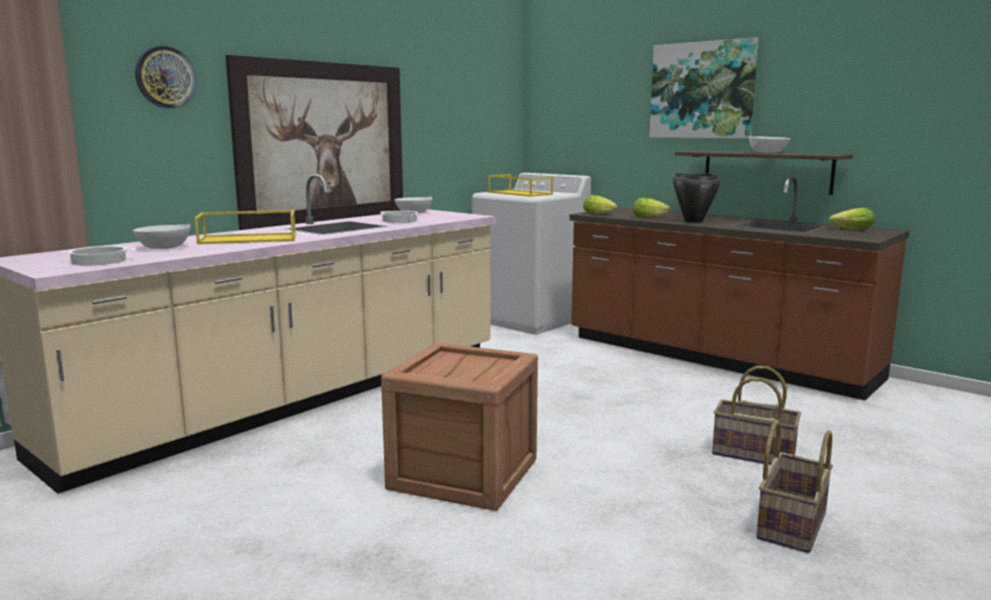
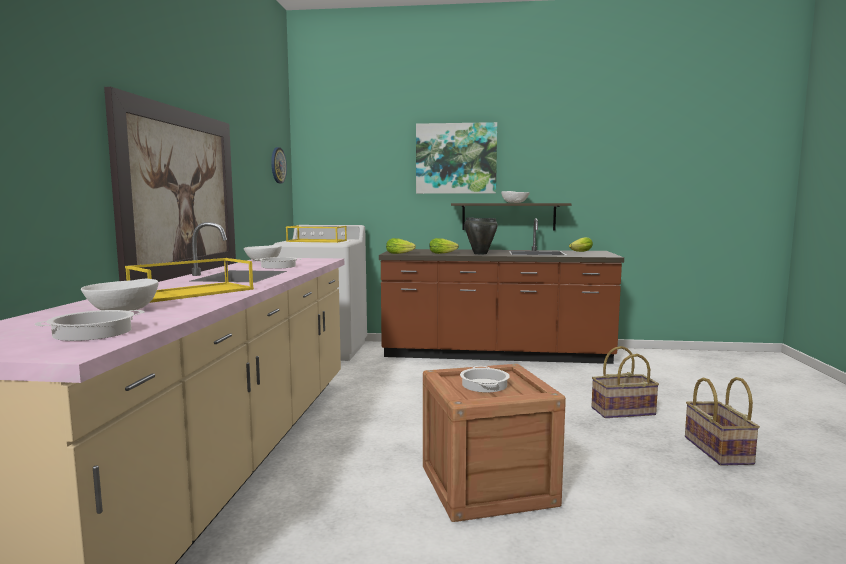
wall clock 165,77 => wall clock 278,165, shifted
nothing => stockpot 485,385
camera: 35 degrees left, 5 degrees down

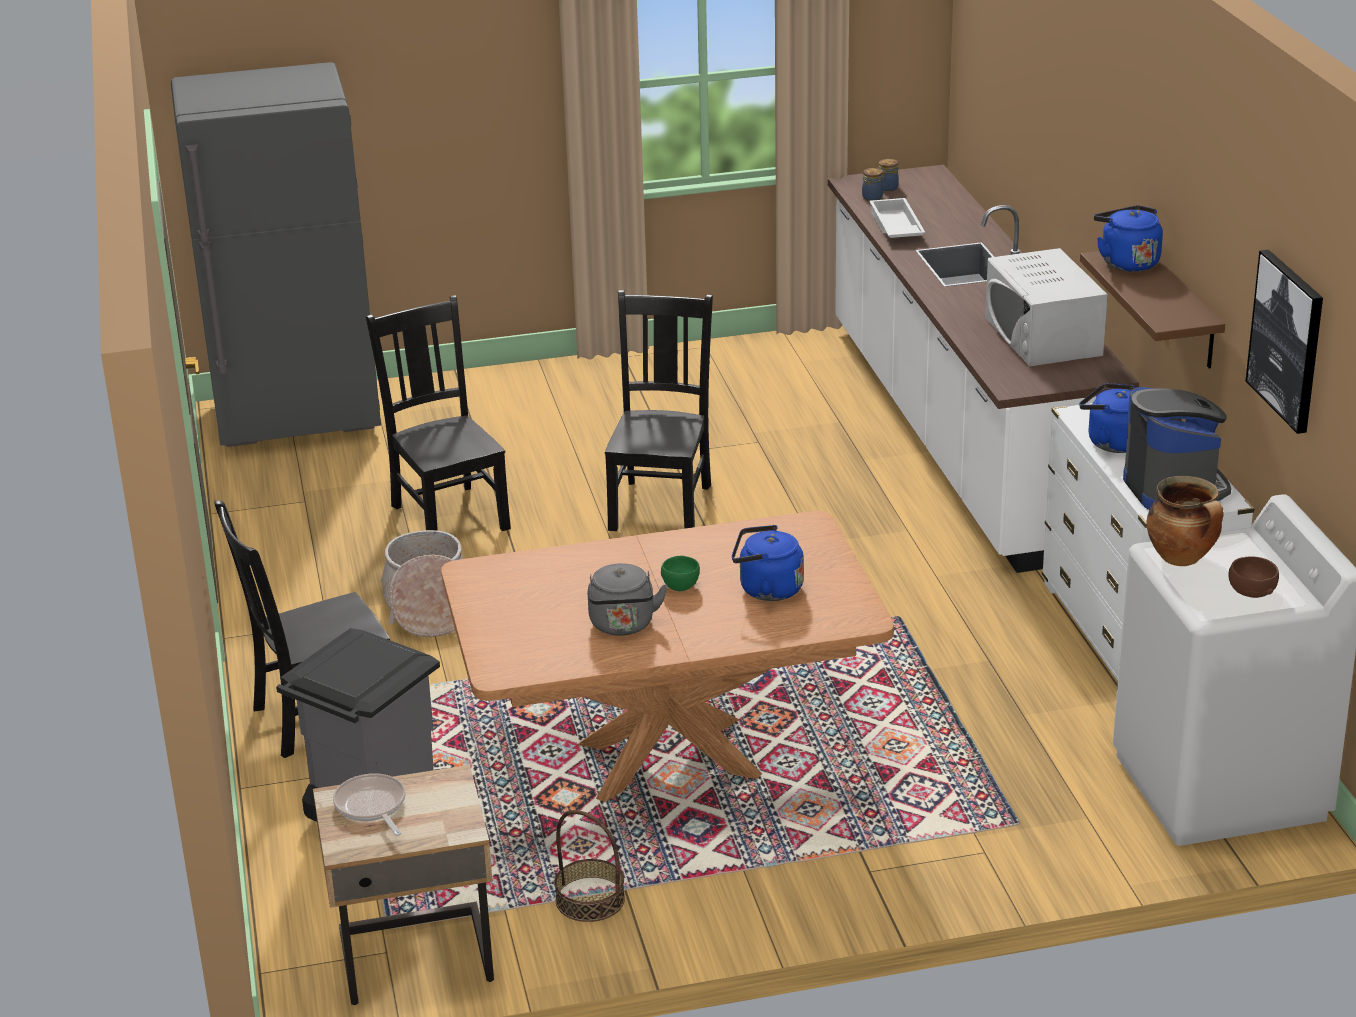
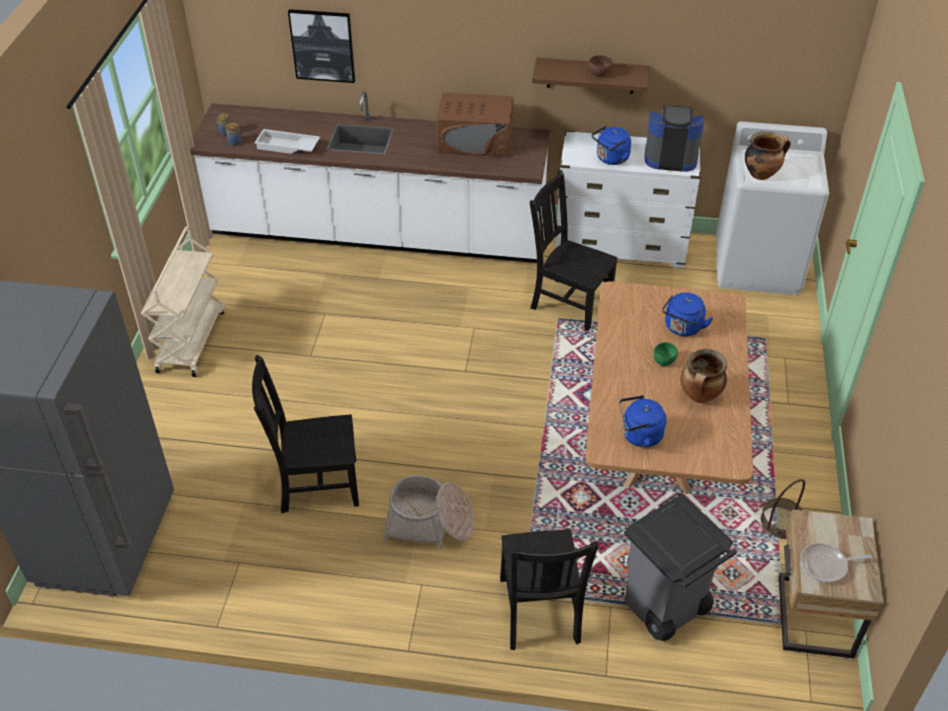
tea kettle (greyish) 623,626 => stockpot 700,396
chair (black-coloured) 661,505 => chair (black-coloured) 568,303, shifted
microwave (white-coloured) 1043,336 => microwave (brown-coloured) 475,141
tea kettle (blue-coloured) 1126,262 => tea kettle (blue-coloured) 639,436, shifted
serving bowl (brown-coloured) 1251,590 => serving bowl (brown-coloured) 599,73, shifted
wall art 1287,340 => wall art 322,45, shifted
nothing => wheeled cart (beige) 191,340
camera: 70 degrees left, 15 degrees up

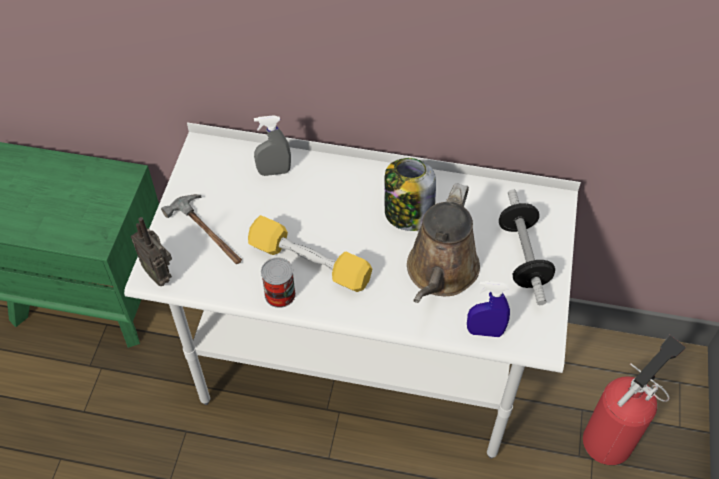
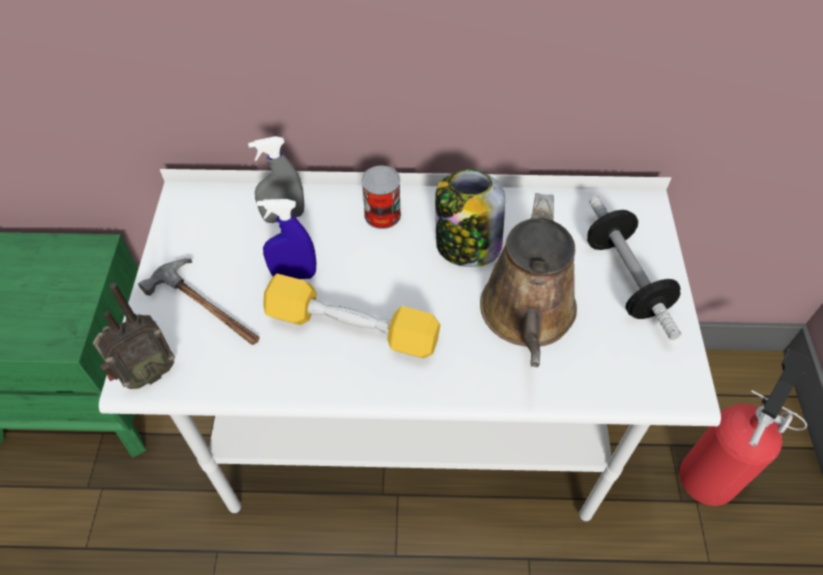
radio receiver 159,273 => radio receiver 146,374, 75 degrees counterclockwise
can 280,294 => can 382,215, shifted
spray bottle (blue-coloured) 485,332 => spray bottle (blue-coloured) 294,275, shifted
camera: 10 degrees left, 0 degrees up

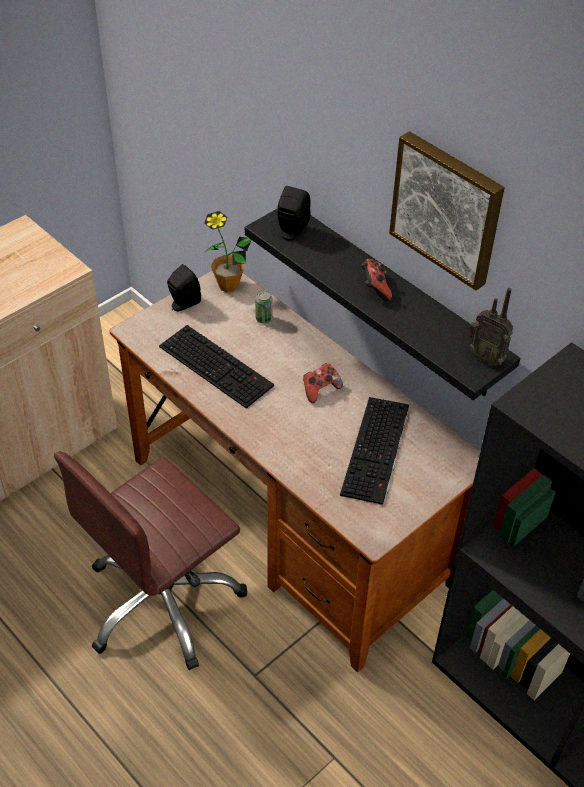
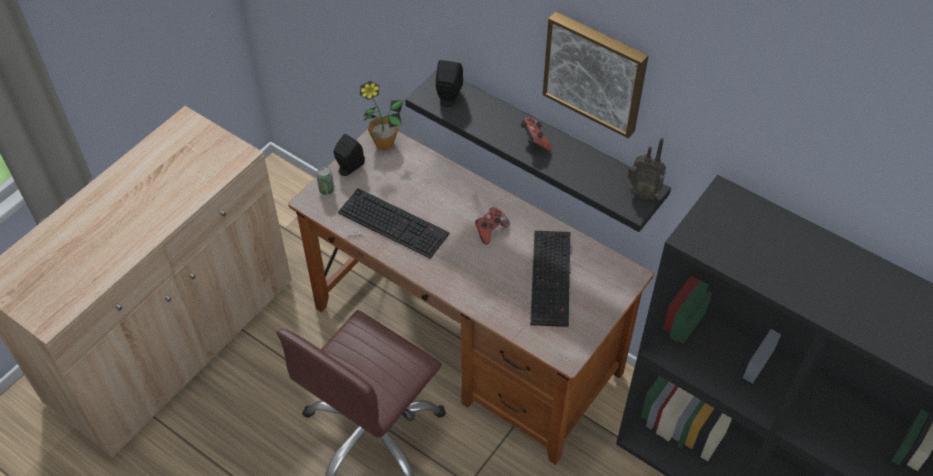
can 264,319 => can 326,190, shifted
camera: 10 degrees left, 5 degrees up

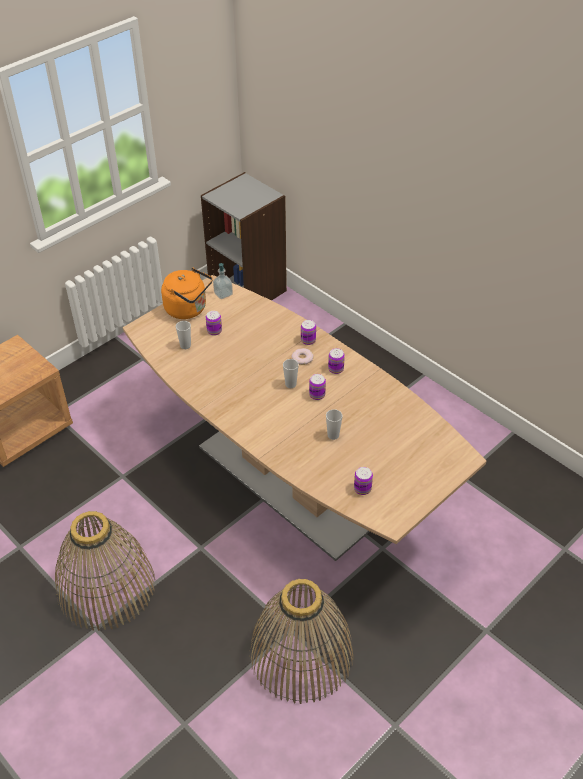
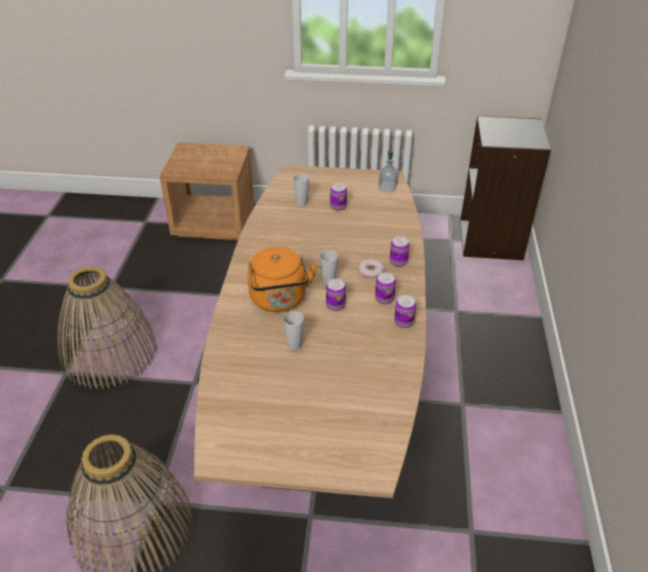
tea kettle (orangey) 188,309 => tea kettle (orangey) 279,300, shifted
can 362,488 => can 404,322, shifted
camera: 50 degrees right, 5 degrees down

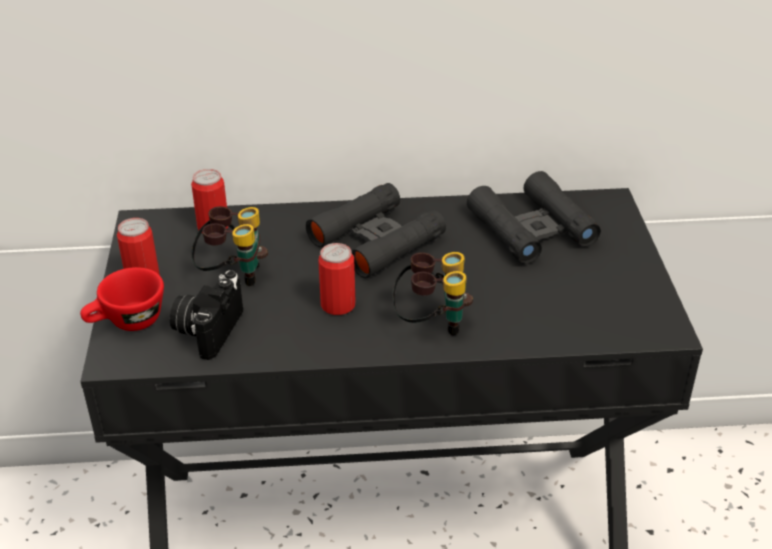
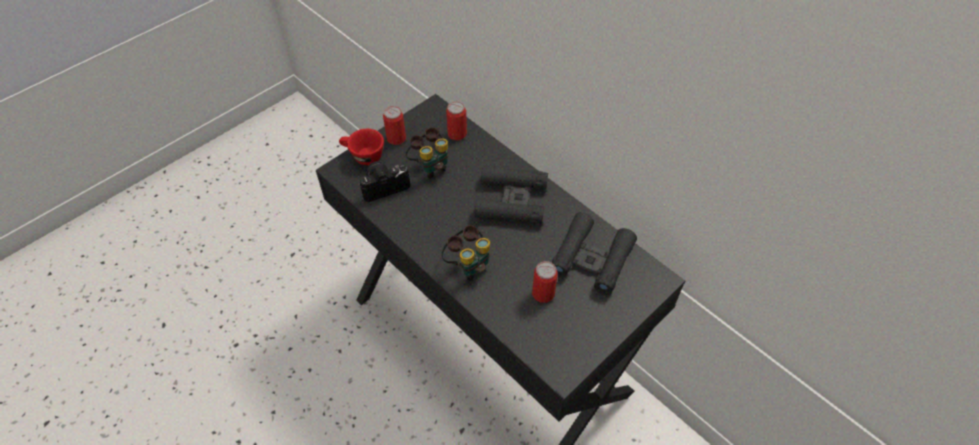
can 338,305 => can 543,293, shifted
camera: 50 degrees right, 15 degrees up

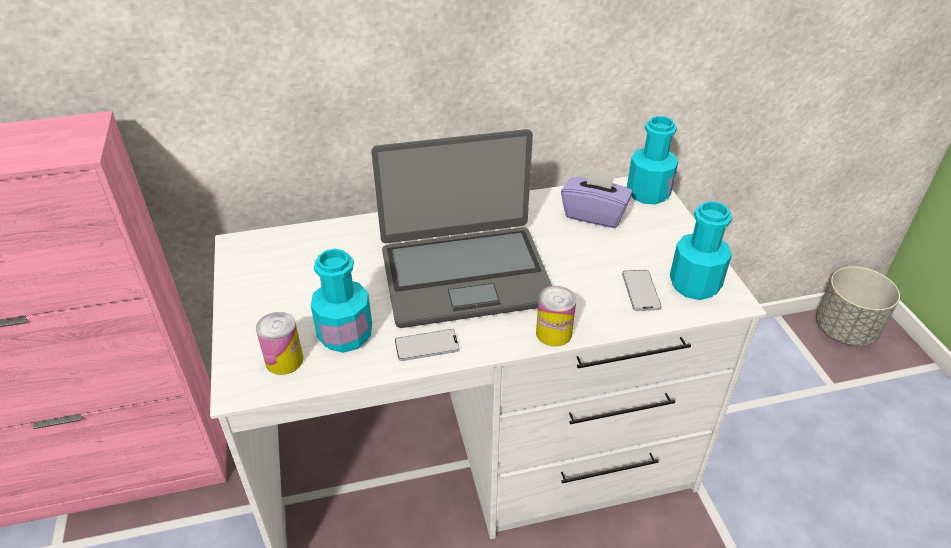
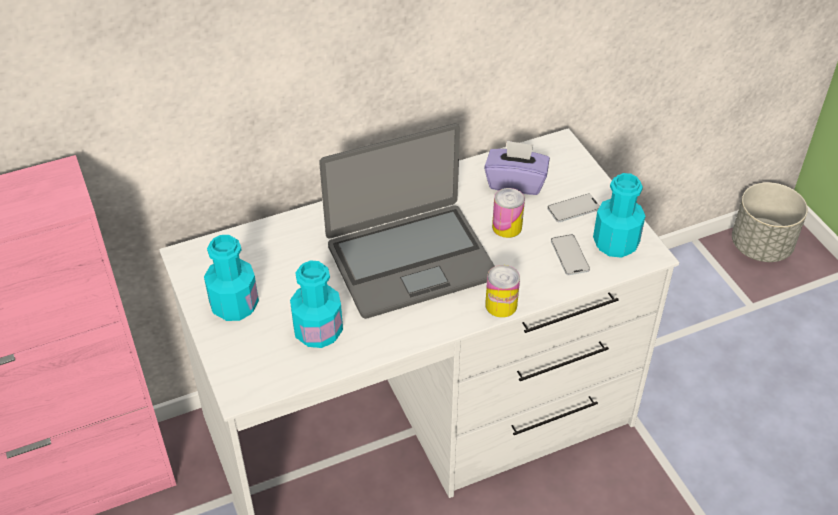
can 284,360 => can 507,227, shifted
handset 427,346 => handset 573,209, shifted
bottle (turquoise) 648,193 => bottle (turquoise) 234,305, shifted
camera: 10 degrees left, 5 degrees up

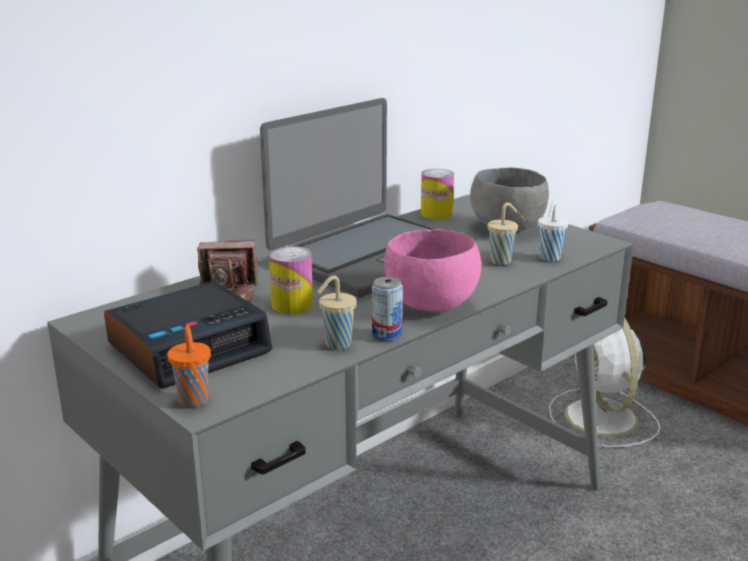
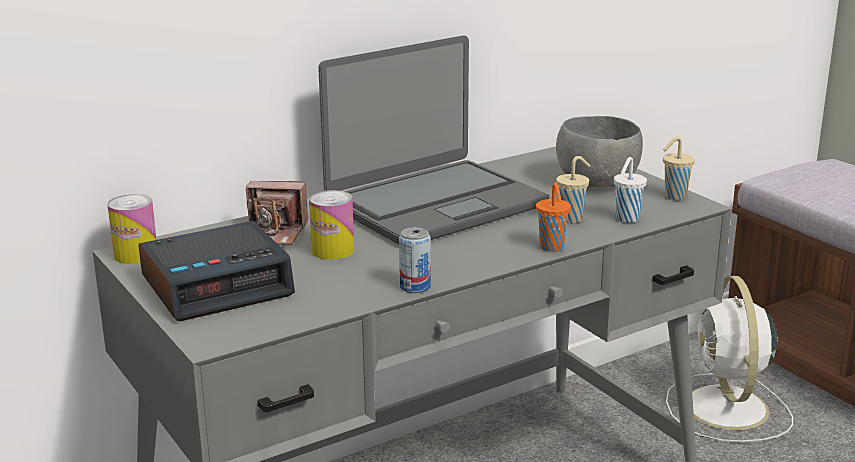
drinking cup (orangey) 194,401 => drinking cup (orangey) 552,248, shifted
drinking cup (beige) 336,345 => drinking cup (beige) 674,197, shifted
serving bowl (pink) 430,306 => nothing
can 436,214 => can 136,255, shifted
camera: 10 degrees right, 0 degrees up

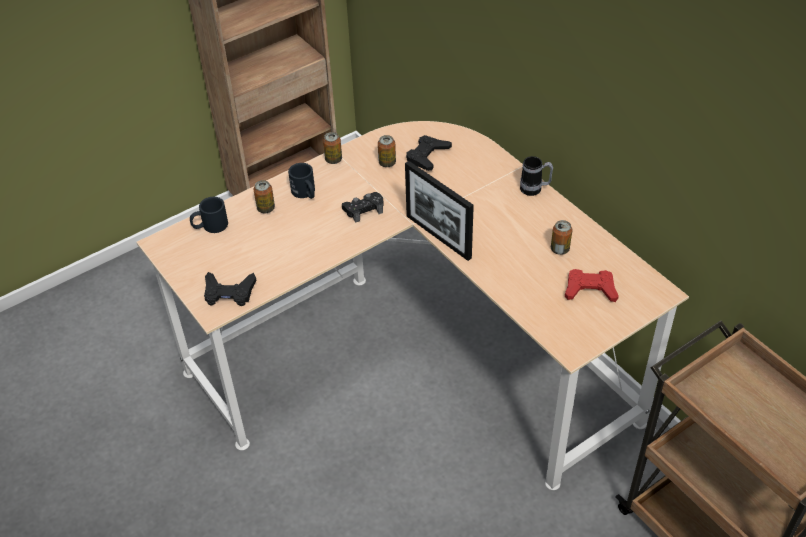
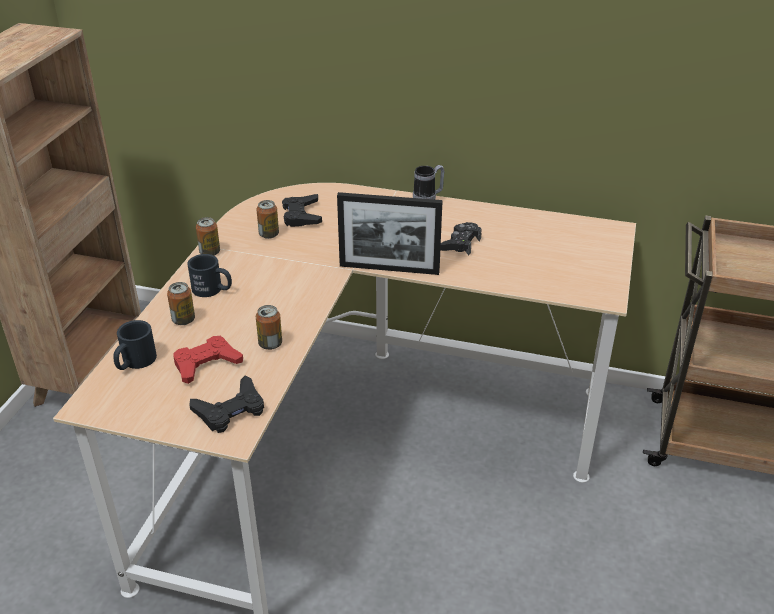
gamepad (black-coloured) 363,209 => gamepad (black-coloured) 461,244, shifted
can 560,249 => can 270,344, shifted
gamepad (red-coloured) 590,289 => gamepad (red-coloured) 206,364, shifted
camera: 40 degrees left, 10 degrees down

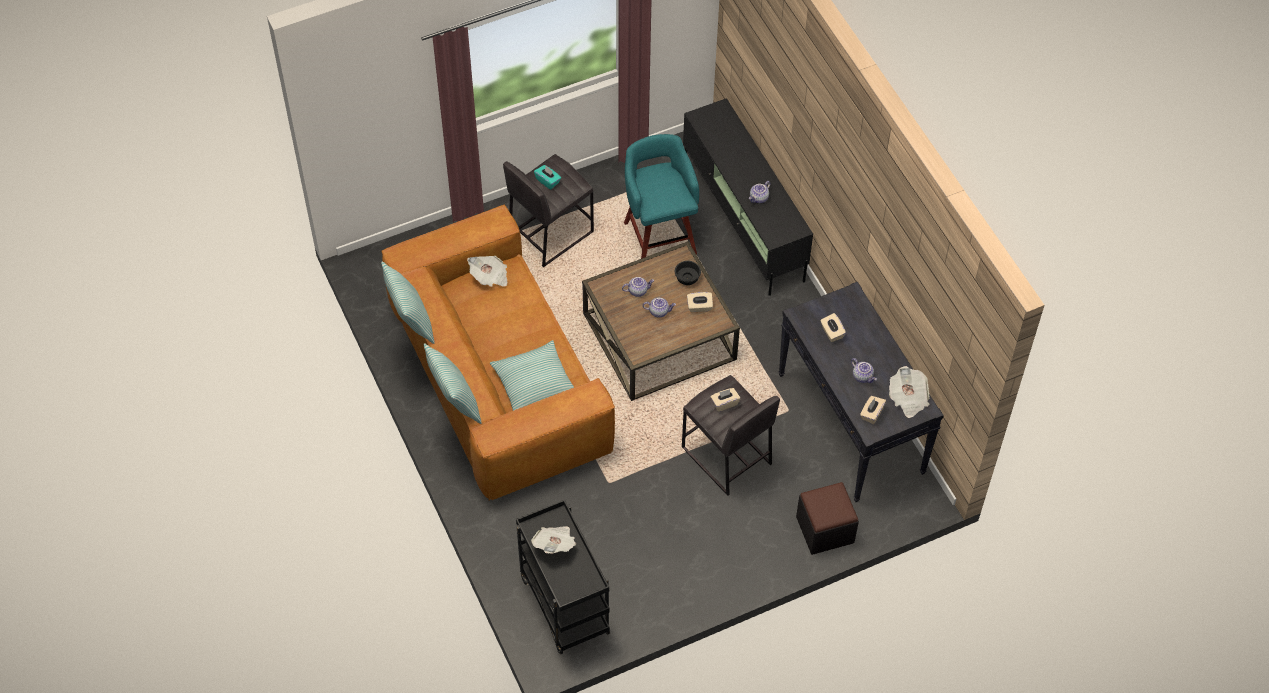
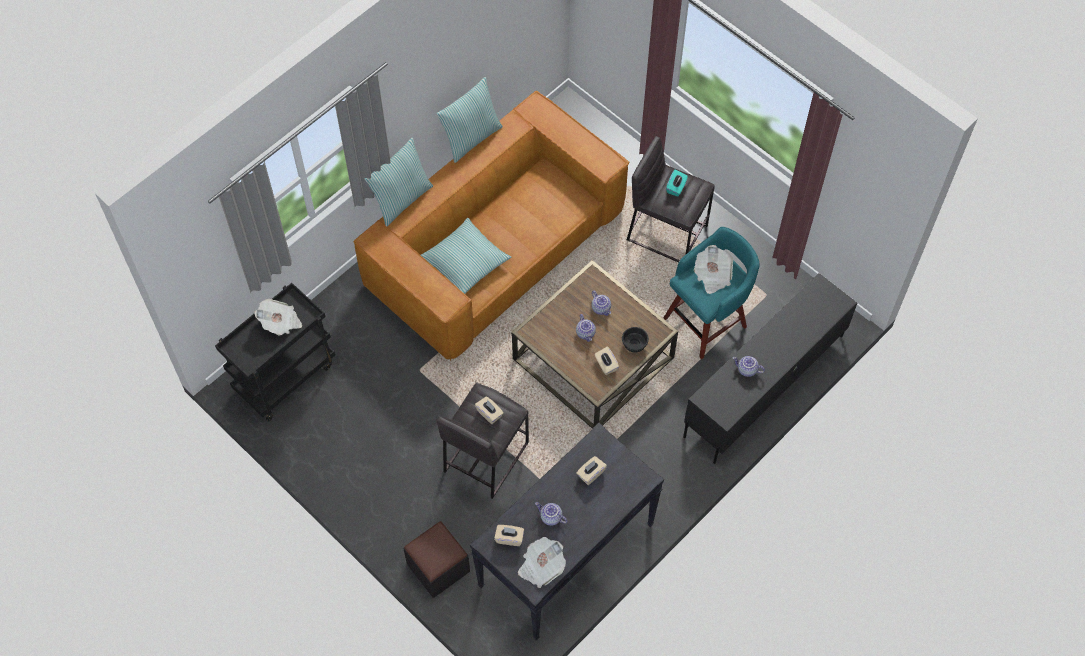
newspaper 489,276 => newspaper 712,275, shifted
pot for tea 863,376 => pot for tea 550,517, 90 degrees clockwise
camera: 70 degrees right, 5 degrees up

